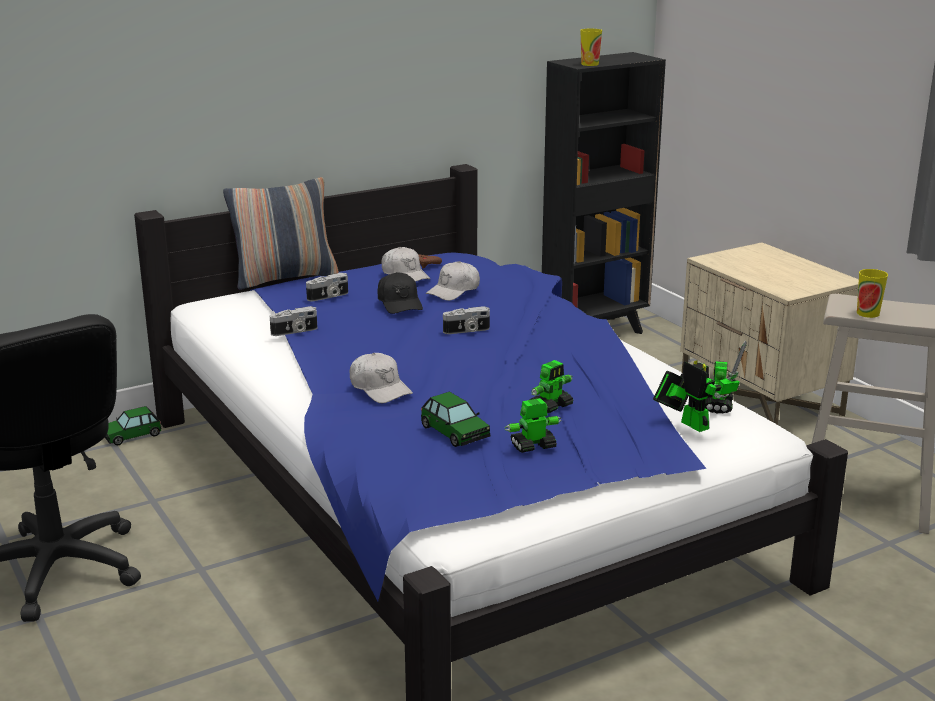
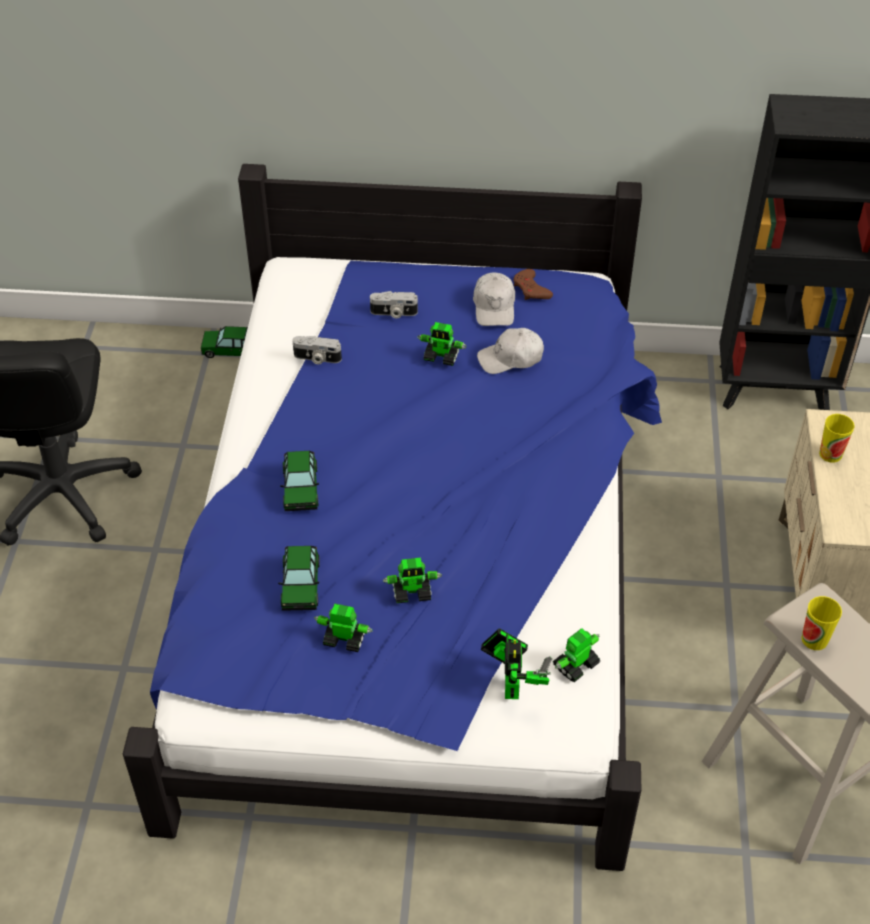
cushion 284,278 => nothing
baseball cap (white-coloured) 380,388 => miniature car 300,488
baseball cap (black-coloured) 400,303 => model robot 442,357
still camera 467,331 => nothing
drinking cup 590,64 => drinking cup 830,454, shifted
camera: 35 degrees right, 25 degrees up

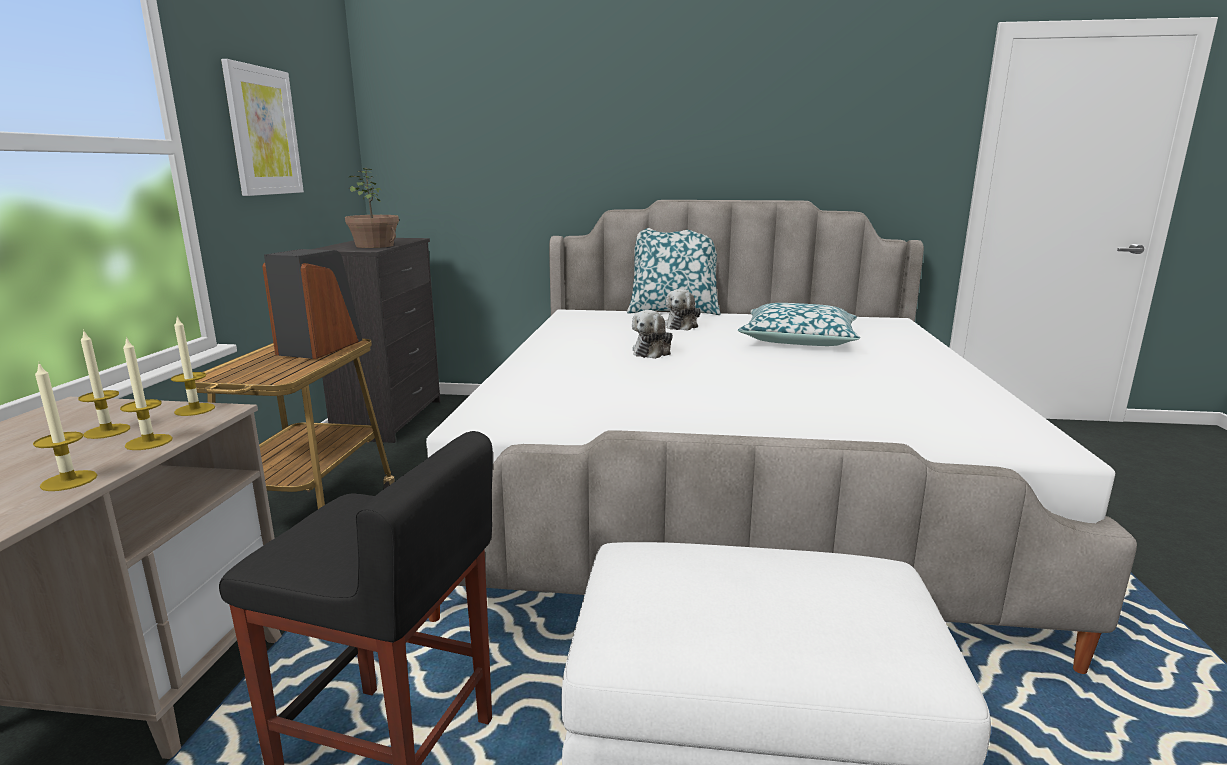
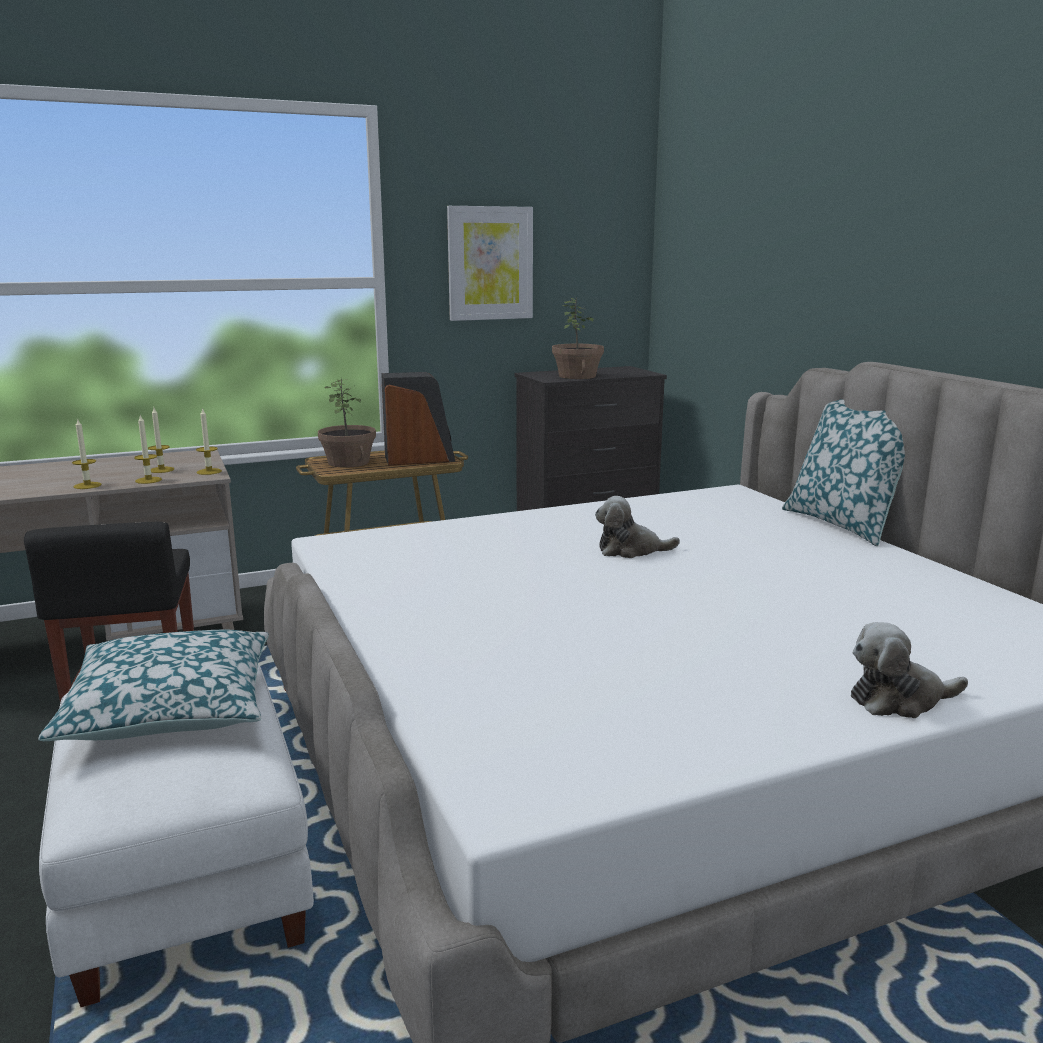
soft toy 682,325 => soft toy 899,700, shifted
cushion 798,340 => cushion 171,707, shifted
nothing => plant in a pot 349,462
camera: 60 degrees right, 0 degrees up

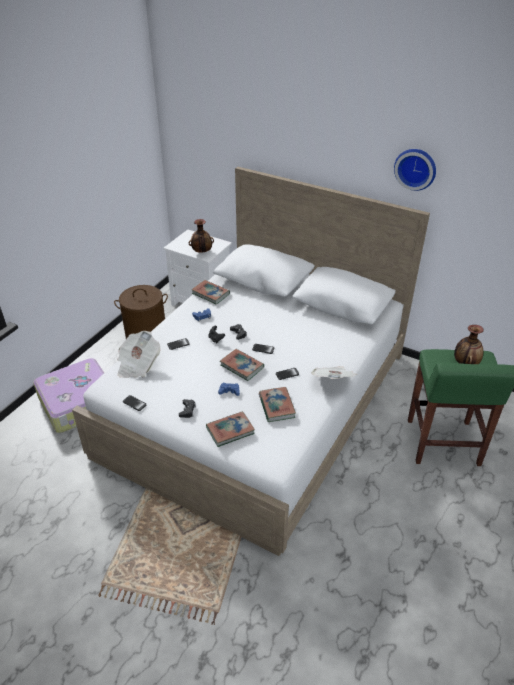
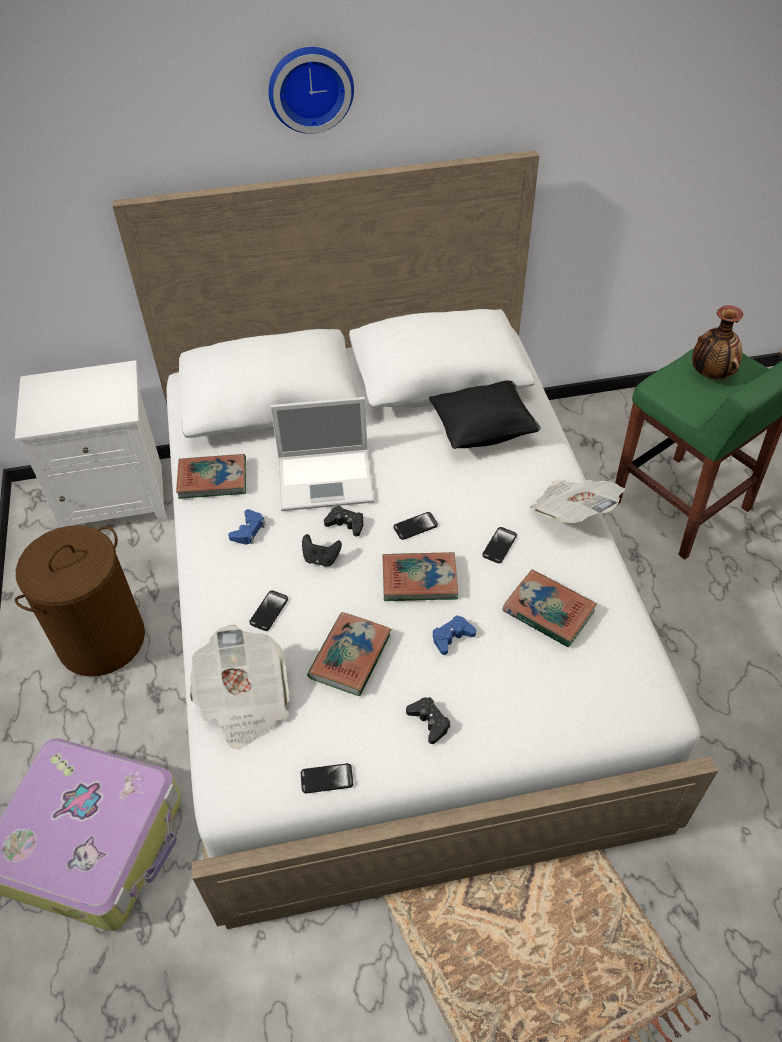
flower vase 202,252 => nothing
bound book 230,431 => bound book 350,656, shifted
wall clock 416,168 => wall clock 310,87, shifted
nothing => portable computer 327,479
nothing => cushion (black-coloured) 483,430
camera: 40 degrees left, 10 degrees up

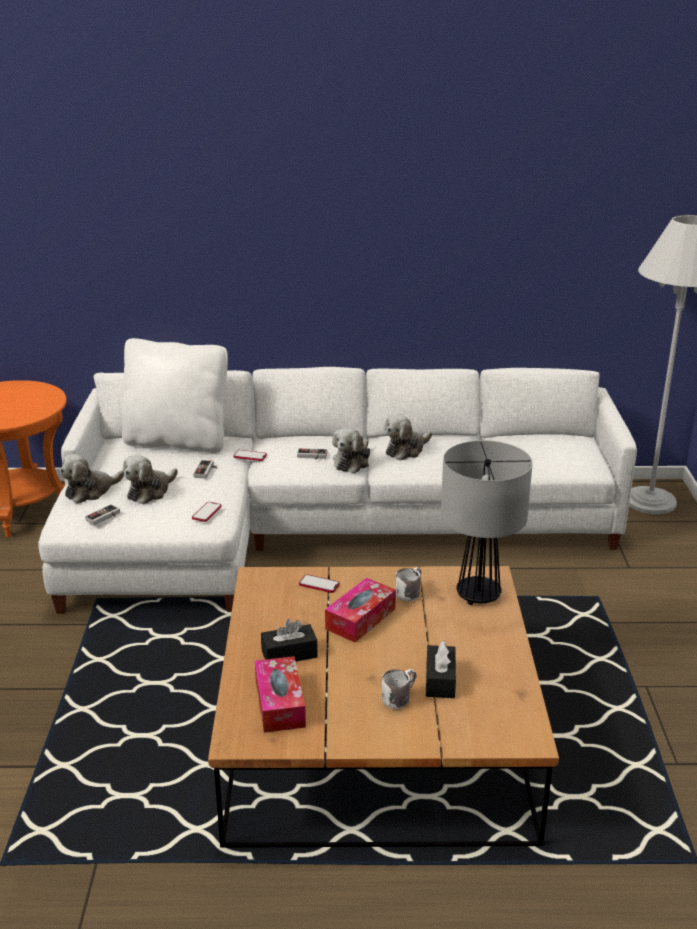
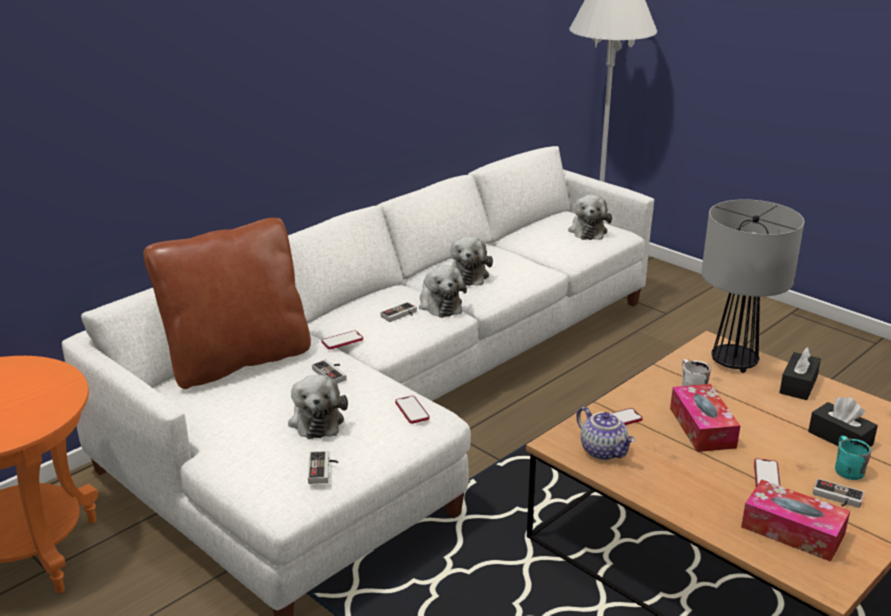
soft toy 91,491 => soft toy 587,231, shifted
cushion (white-coloured) 177,441 => cushion (brown-coloured) 237,361
box of tissues (black-coloured) 289,654 => box of tissues (black-coloured) 798,385, shifted
tea mug (white-coloured) 397,697 => tea mug (turquoise) 844,468
nothing => pot for tea 604,451
nothing => handset 766,476
nothing => gamepad 836,498
camera: 45 degrees left, 0 degrees up

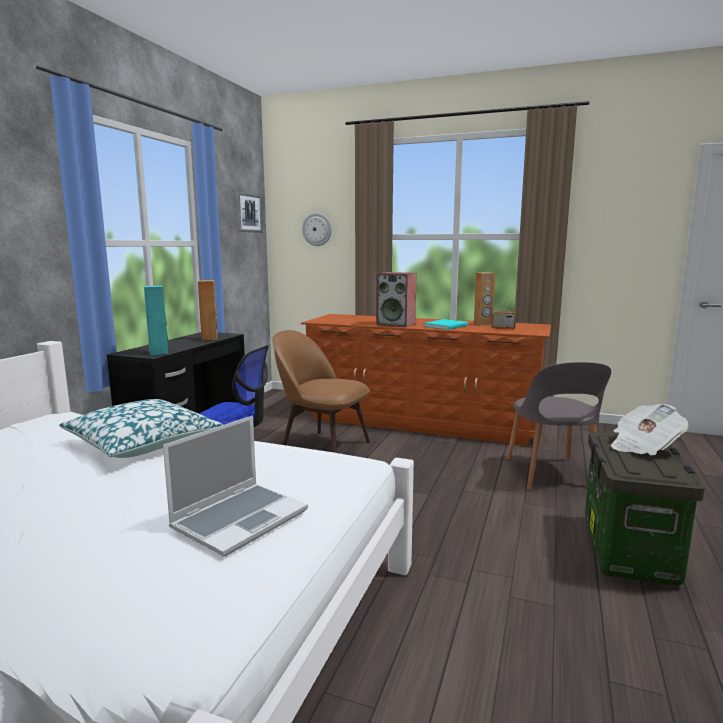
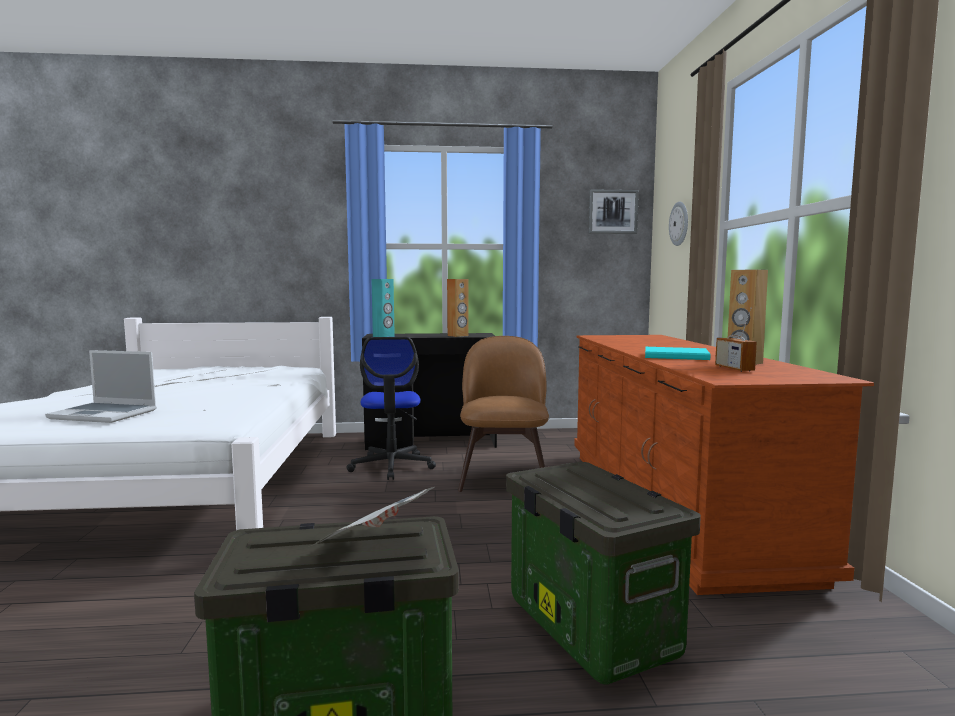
cushion 143,442 => nothing
loudspeaker 396,324 => nothing
chair (greyish) 551,474 => storage container 587,627
camera: 65 degrees right, 5 degrees down

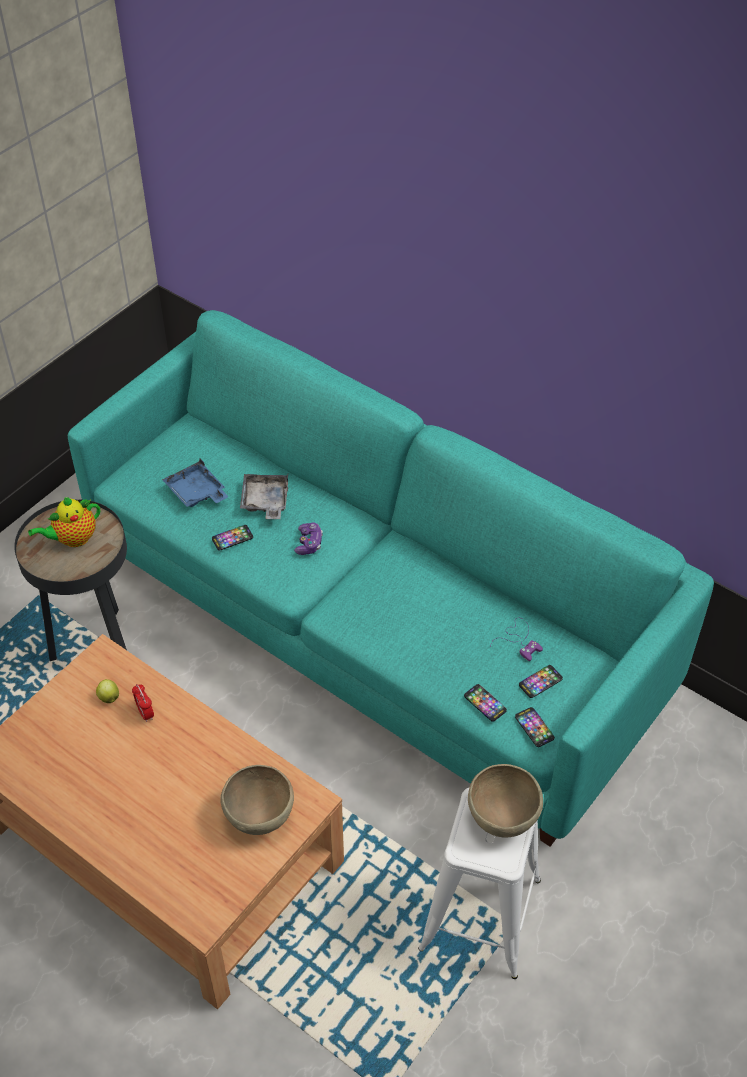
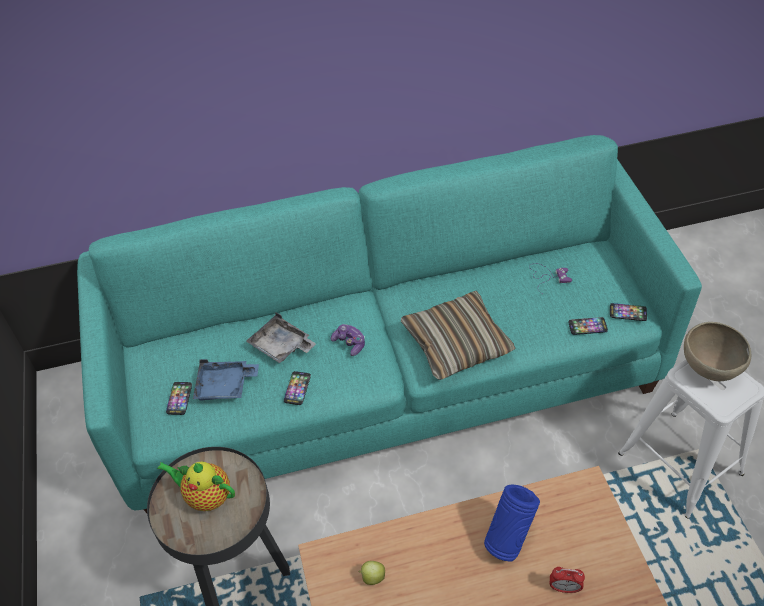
pot for tea 73,539 => pot for tea 206,496, 105 degrees clockwise
table clock 145,713 => table clock 564,588, shifted
serving bowl (brown-coloured) 260,816 => nothing
handset 540,682 => handset 179,398, shifted
nothing => cushion 456,343
nothing => flower vase (blue-coloured) 508,538
camera: 50 degrees left, 0 degrees up

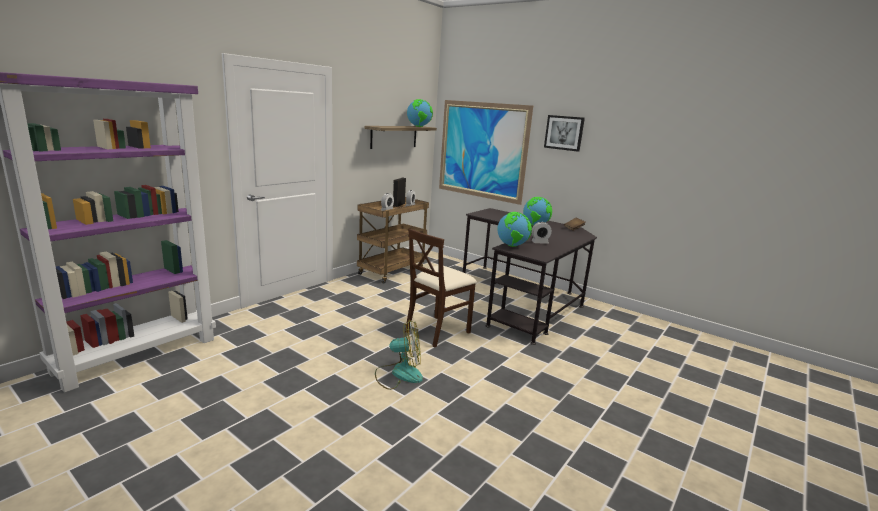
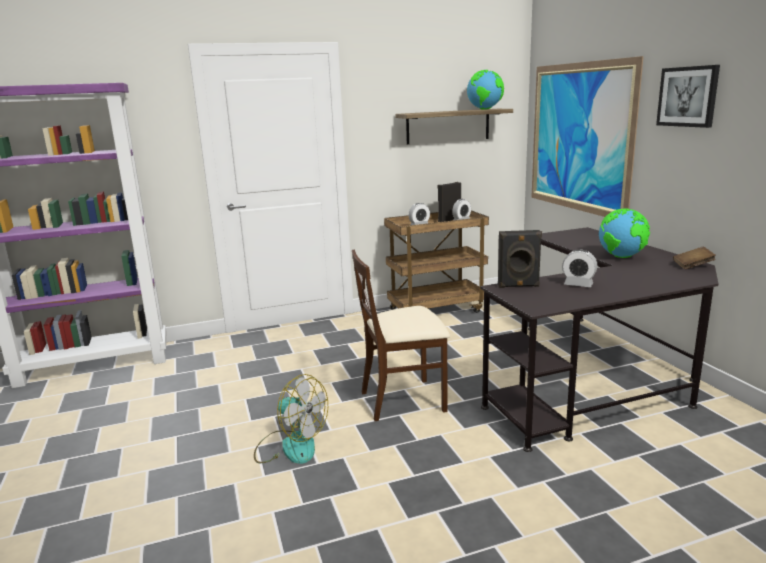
globe 512,246 => loudspeaker (black-coloured) 518,286
camera: 35 degrees right, 0 degrees up

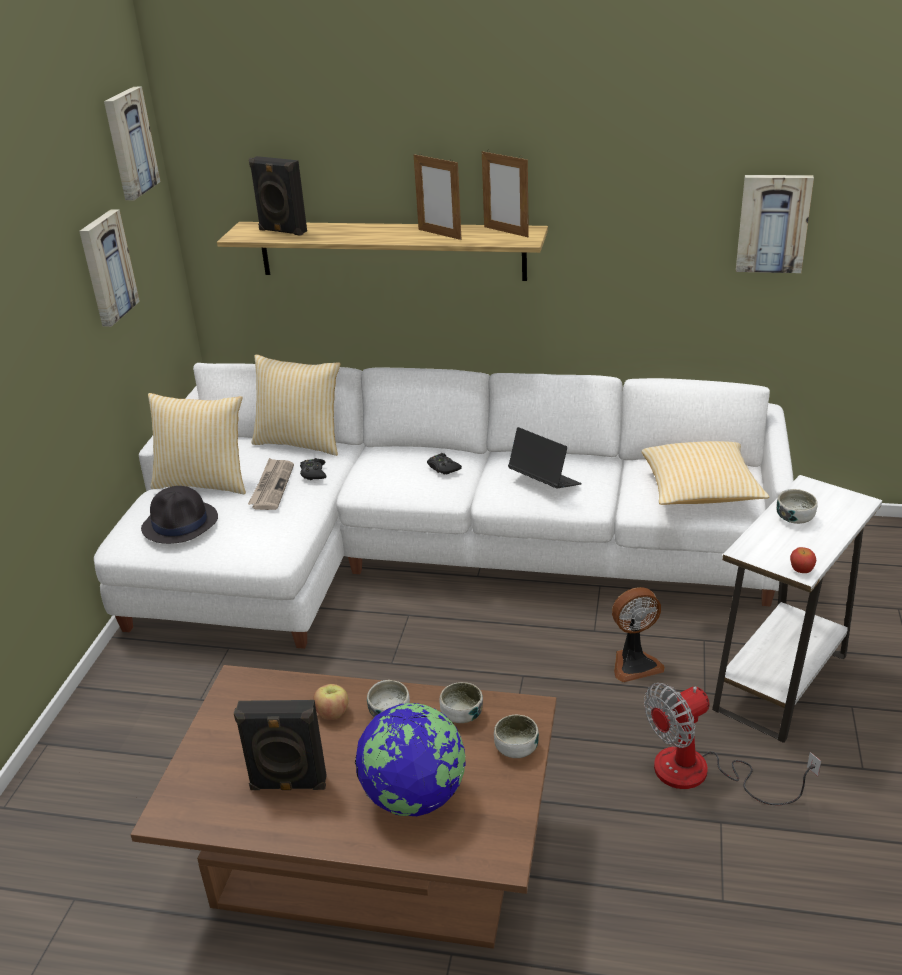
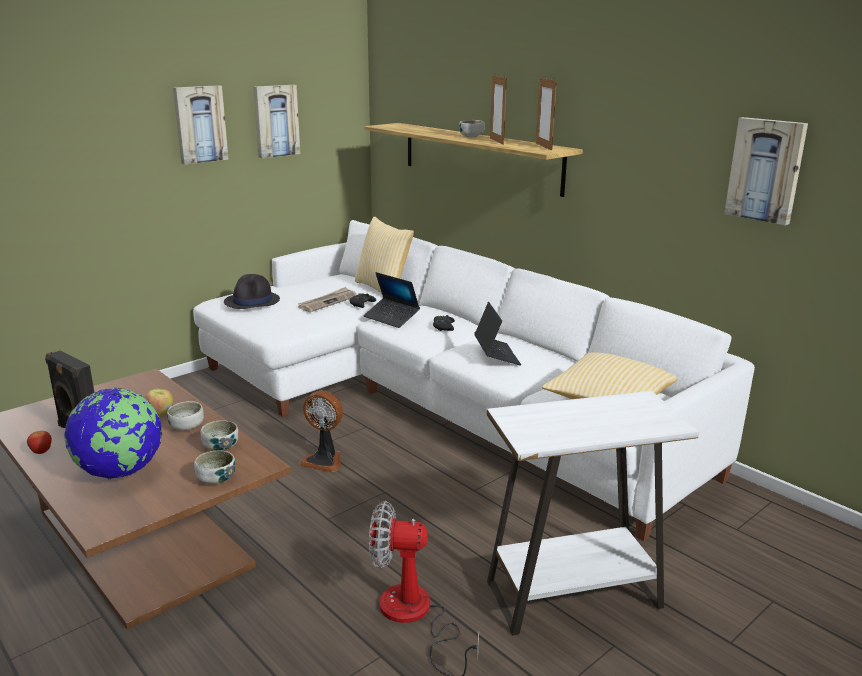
wall art 129,143 => wall art 200,124, shifted
cushion 204,482 => nothing
loudspeaker (black-coloured) 282,231 => nothing
cooling fan 634,663 => cooling fan 324,460, shifted
serving bowl 794,518 => serving bowl 471,136, shifted
whole apple 801,570 => whole apple 41,451, shifted
nothing => portable computer 391,318
camera: 35 degrees right, 10 degrees down

